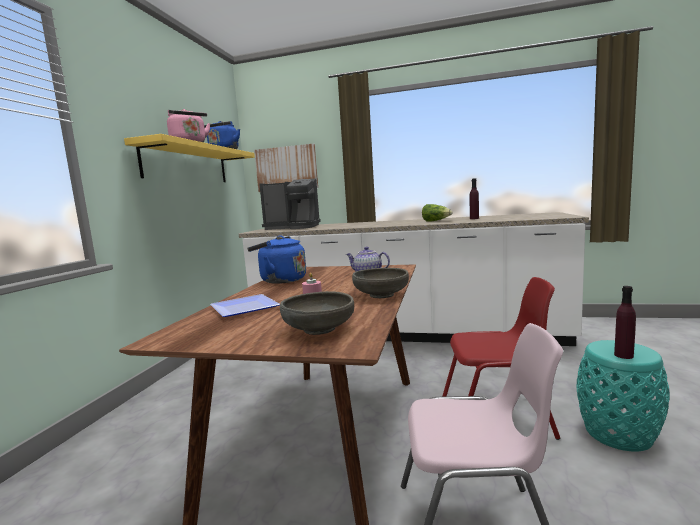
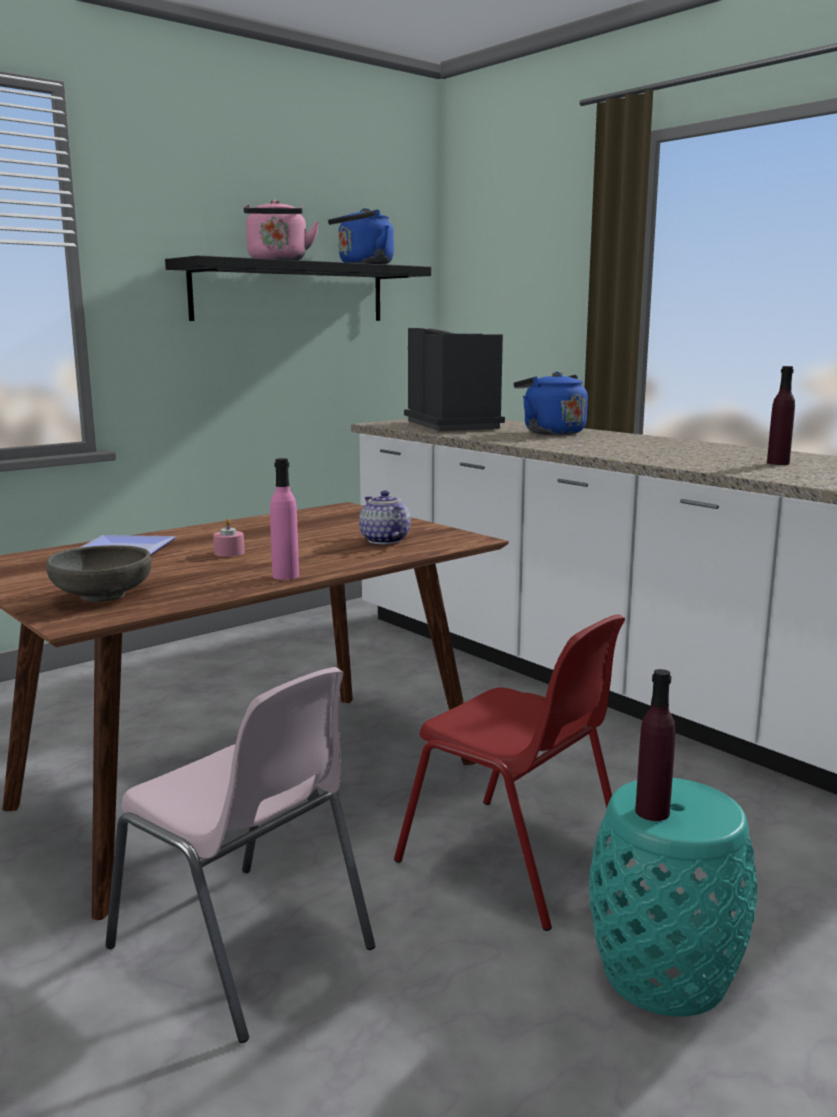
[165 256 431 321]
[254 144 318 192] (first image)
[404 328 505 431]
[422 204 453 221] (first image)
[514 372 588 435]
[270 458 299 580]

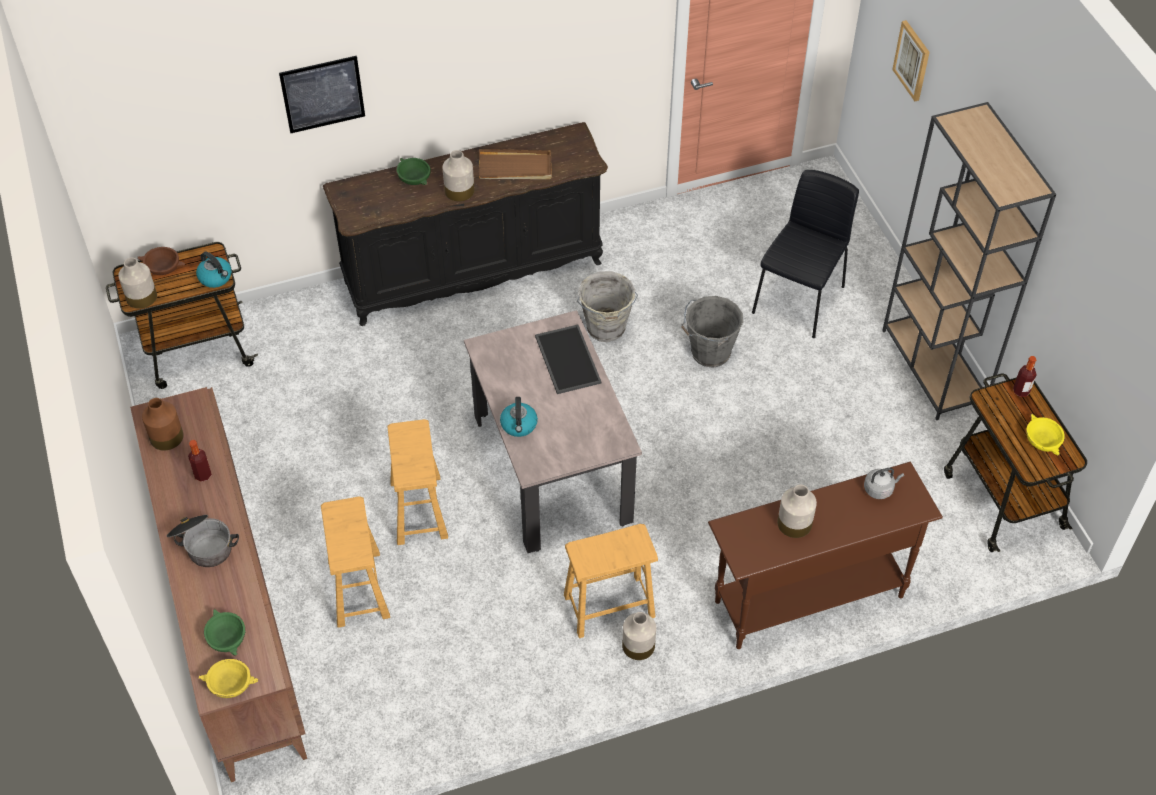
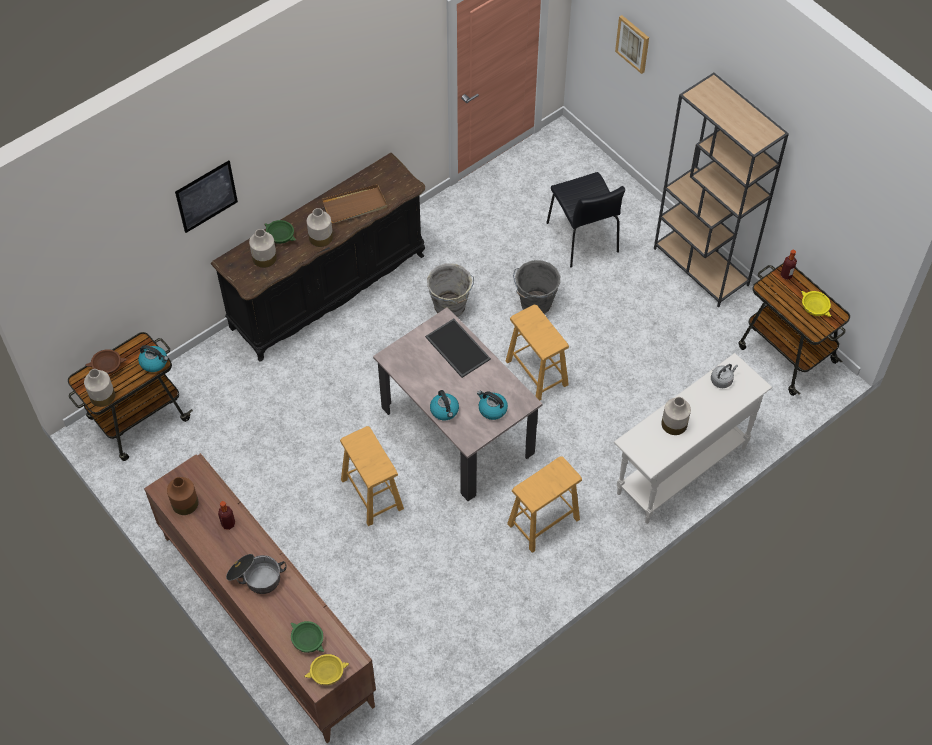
[546 172 625 268]
[614 353 772 524]
[506 305 569 401]
[249 229 277 268]
[477 391 508 420]

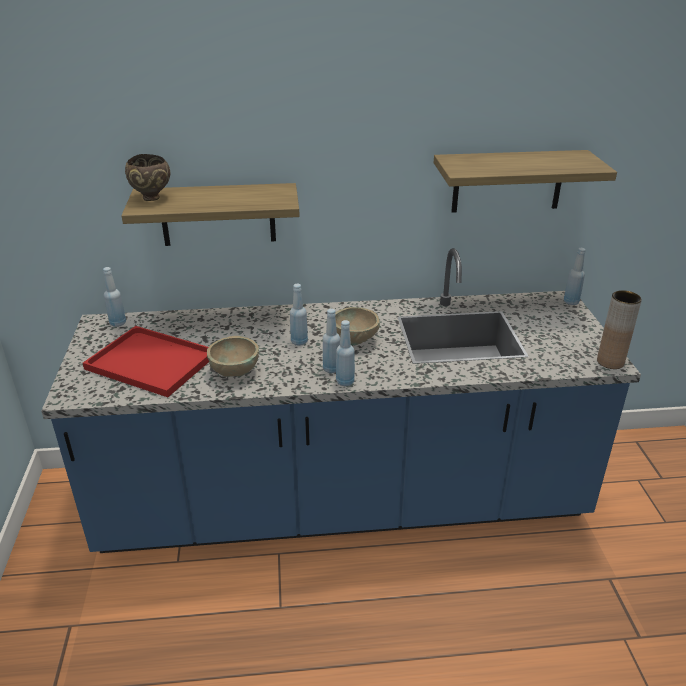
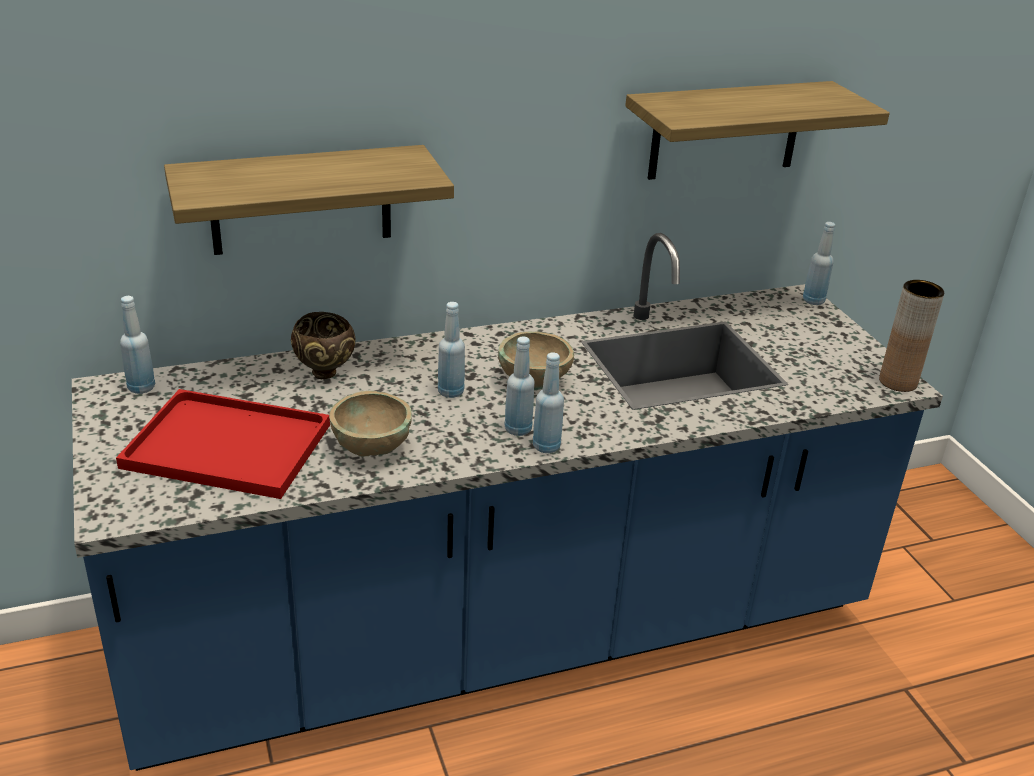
[291 312 355 379]

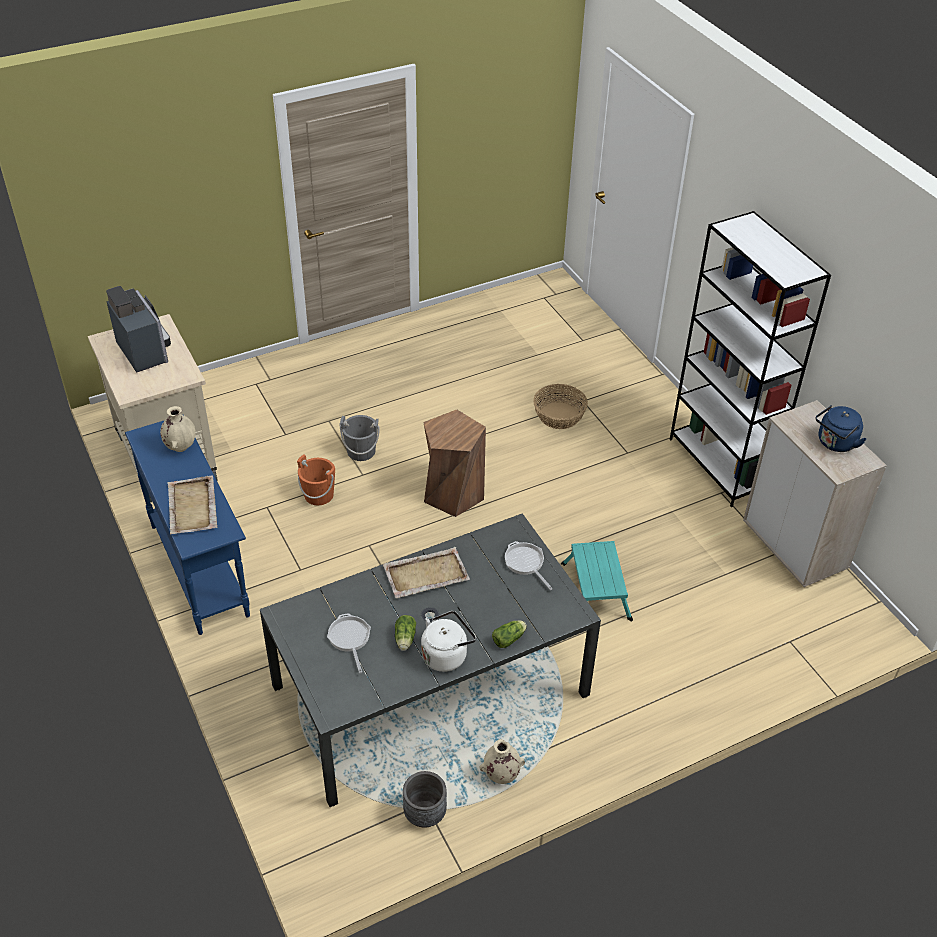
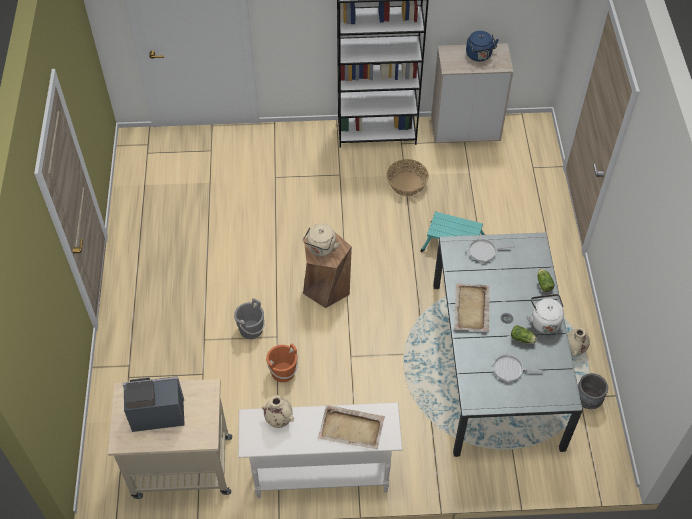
[387 159 429 196]
[238 402 402 498]
[303 223 341 256]

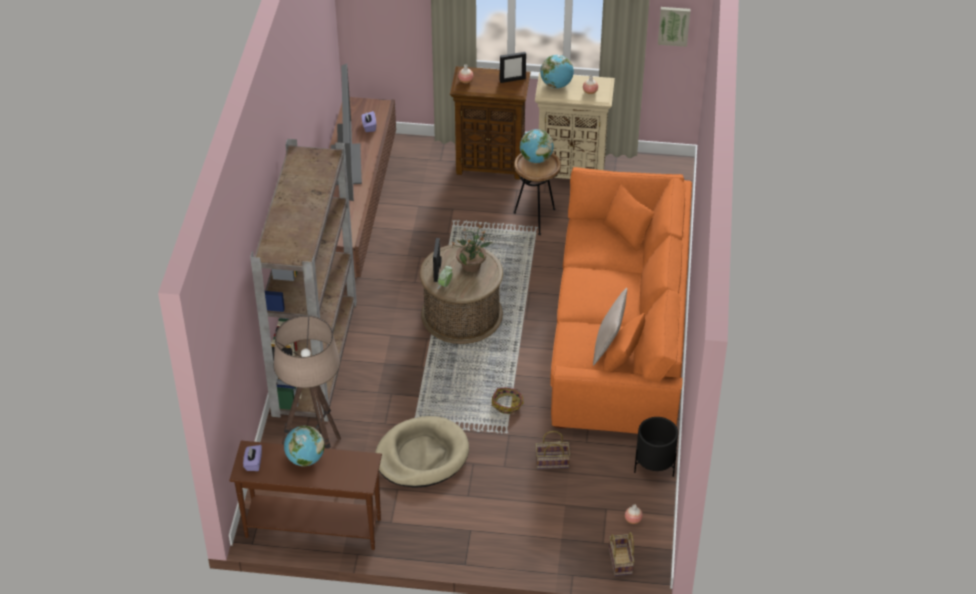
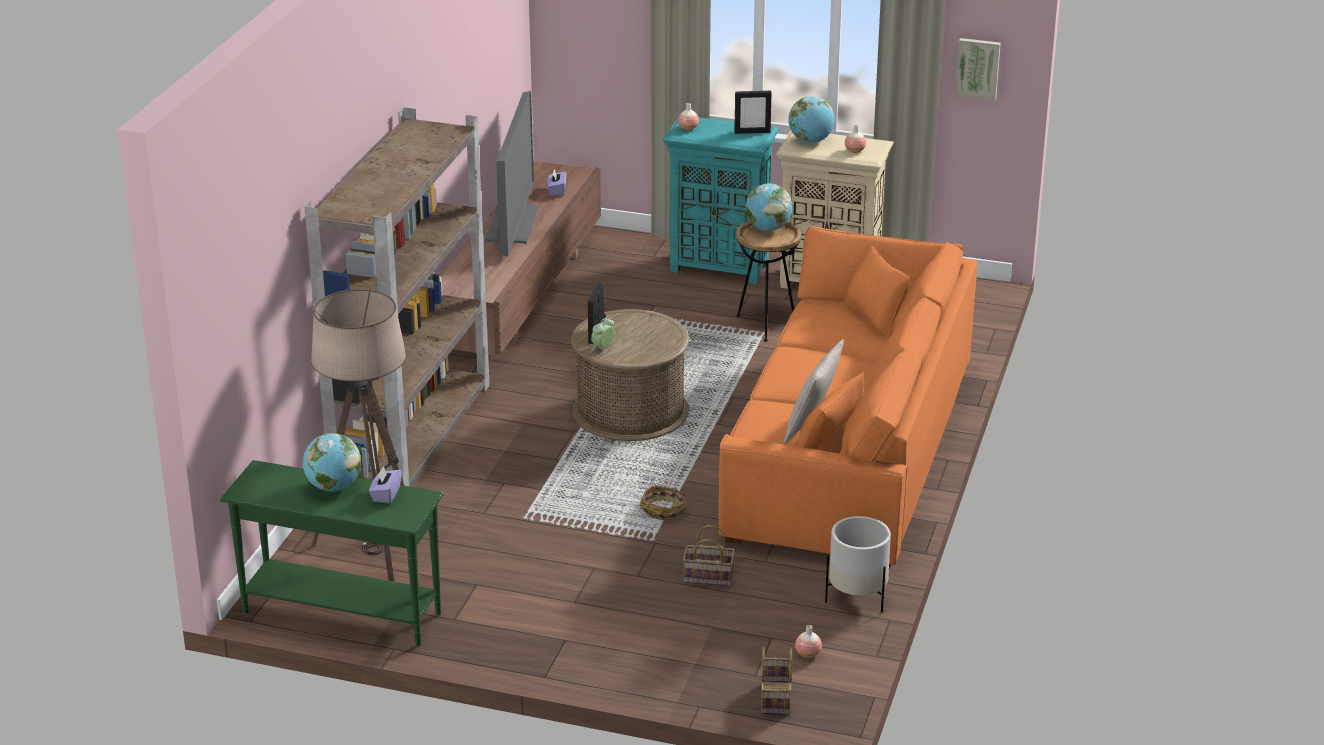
[663 118 780 284]
[451 226 492 273] (first image)
[375 416 469 488] (first image)
[825 516 891 613]
[220 460 443 647]
[369 466 402 504]

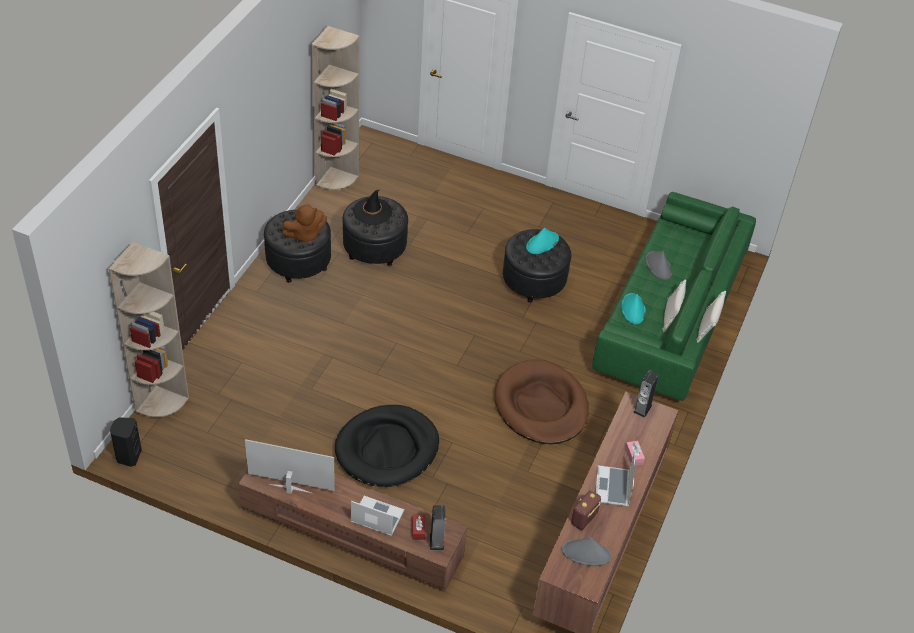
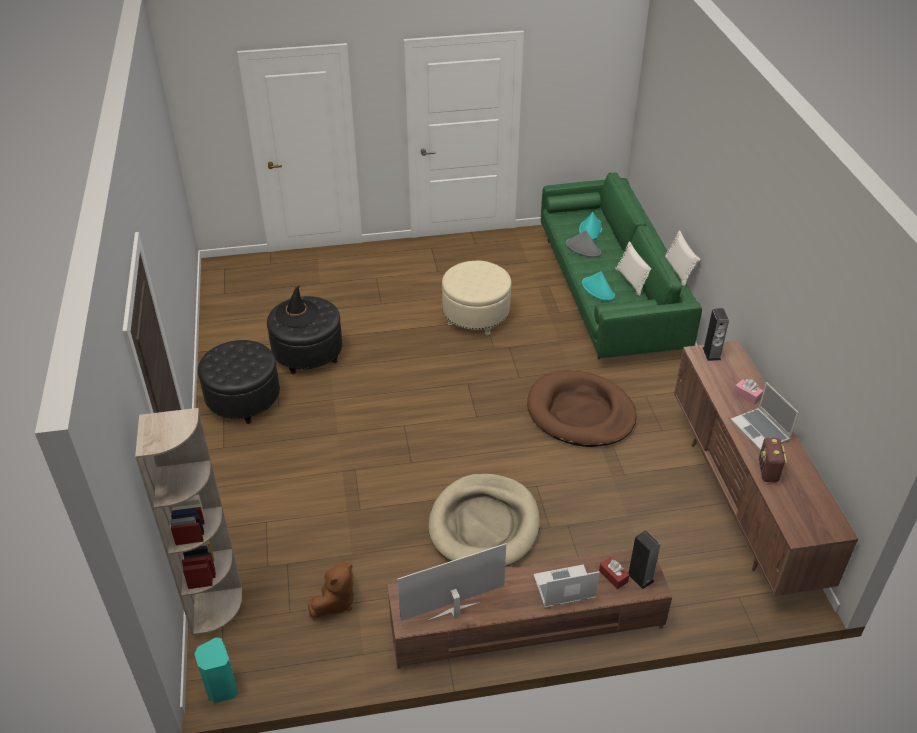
[311 26 360 190] (first image)
[308 562 354 617]
[579 212 602 240]
[442 261 511 335]
[428 474 540 567]
[195 637 238 703]
[562 537 612 566] (first image)

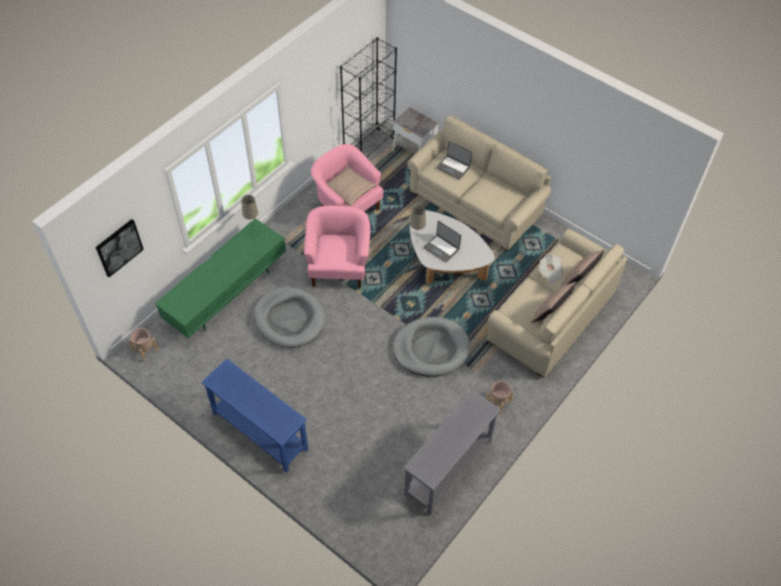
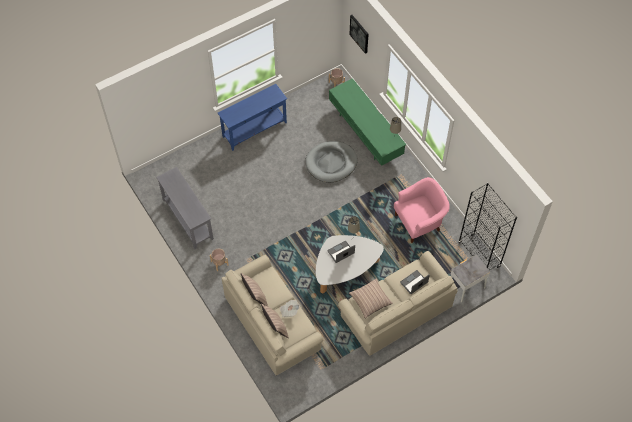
[349 278 393 319]
[304 206 370 289] (first image)
[393 317 470 377] (first image)

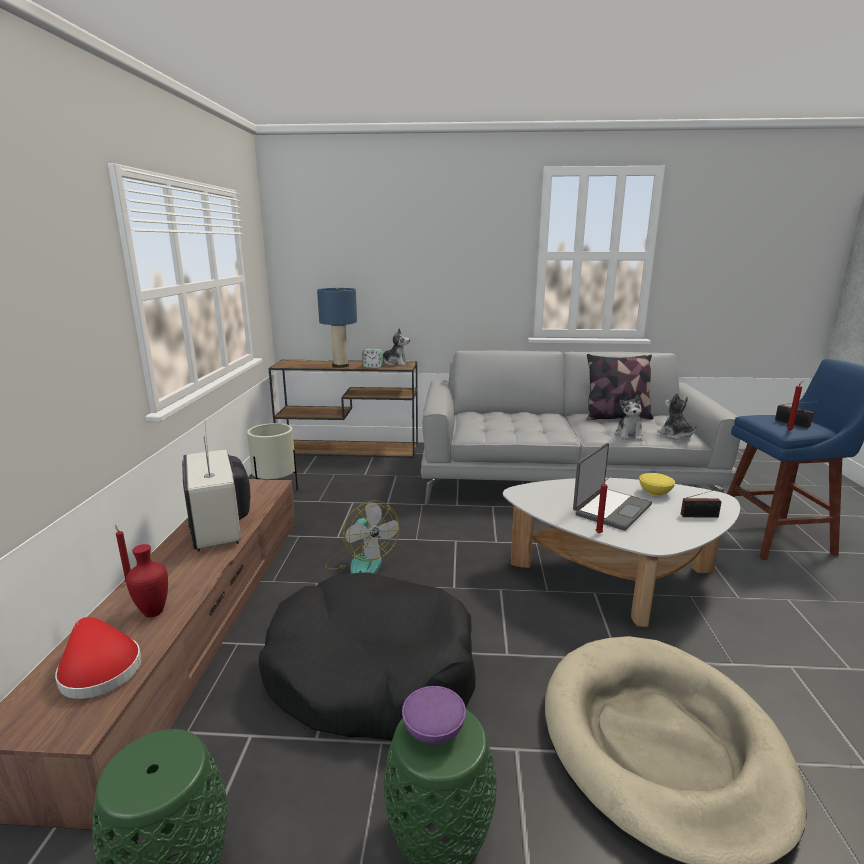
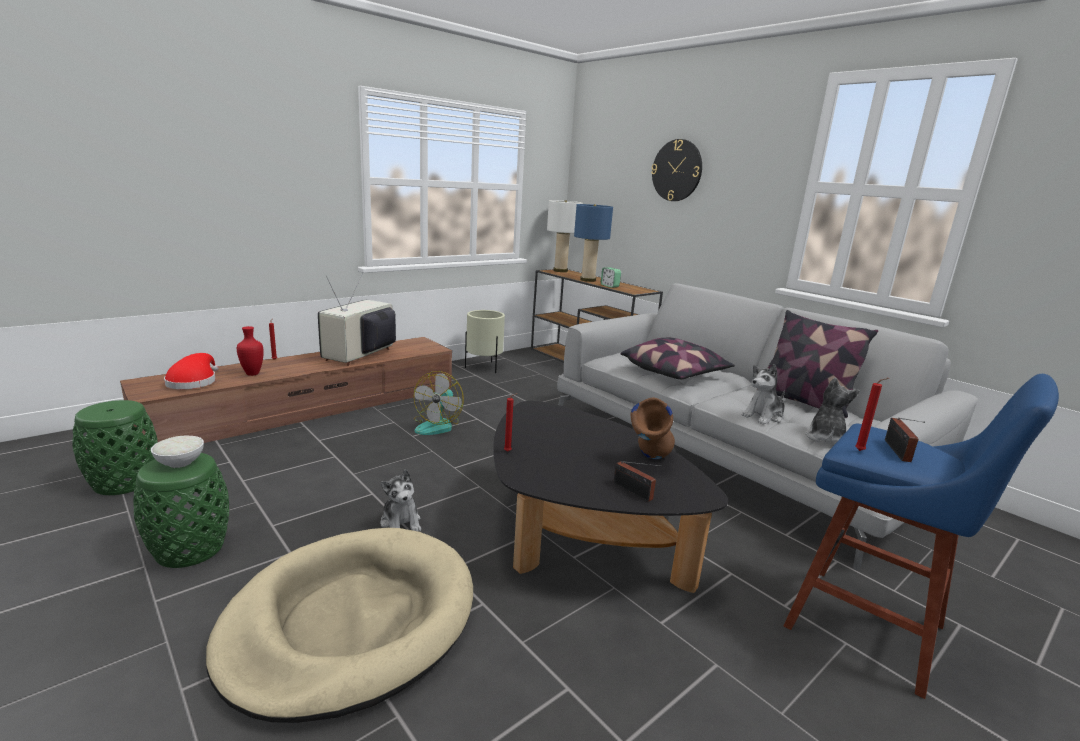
[380 469 421 531]
[573 443 652 531] (first image)
[630 397 675 459]
[493 401 728 593]
[259 572 476 740] (first image)
[151 436 204 468]
[651 139 702 201]
[547 200 583 272]
[621 338 735 379]

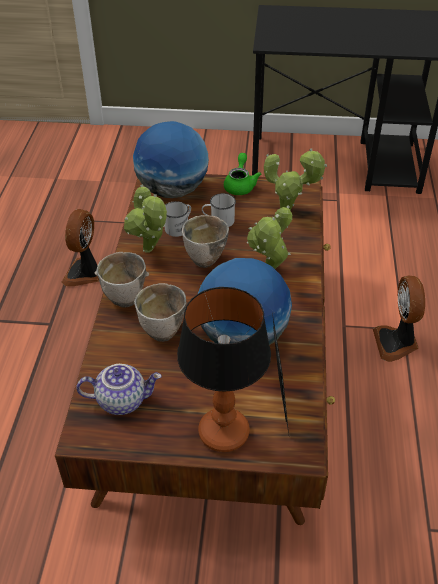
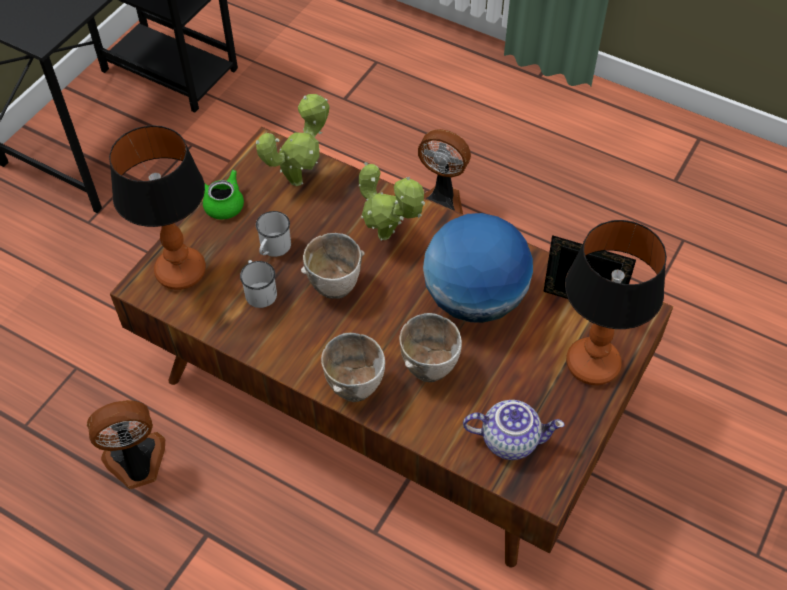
[109 125 206 290]
[124 185 167 252] (first image)
[87 400 165 489]
[463 400 564 460]

